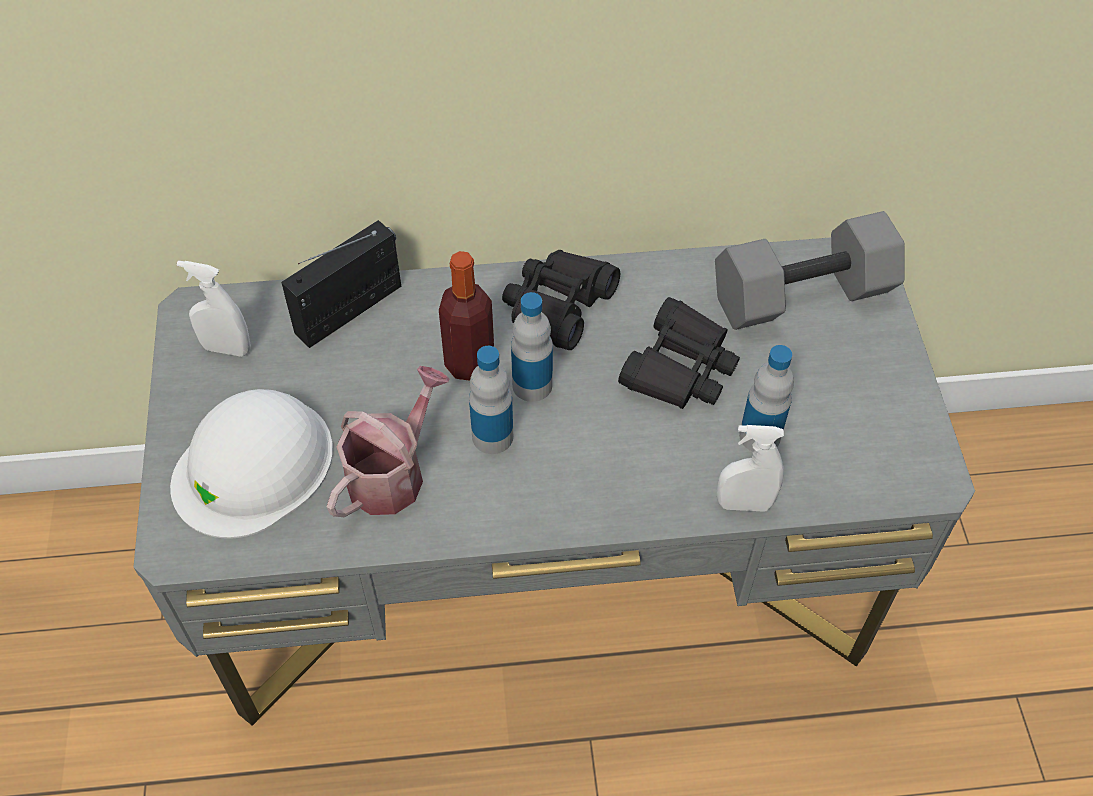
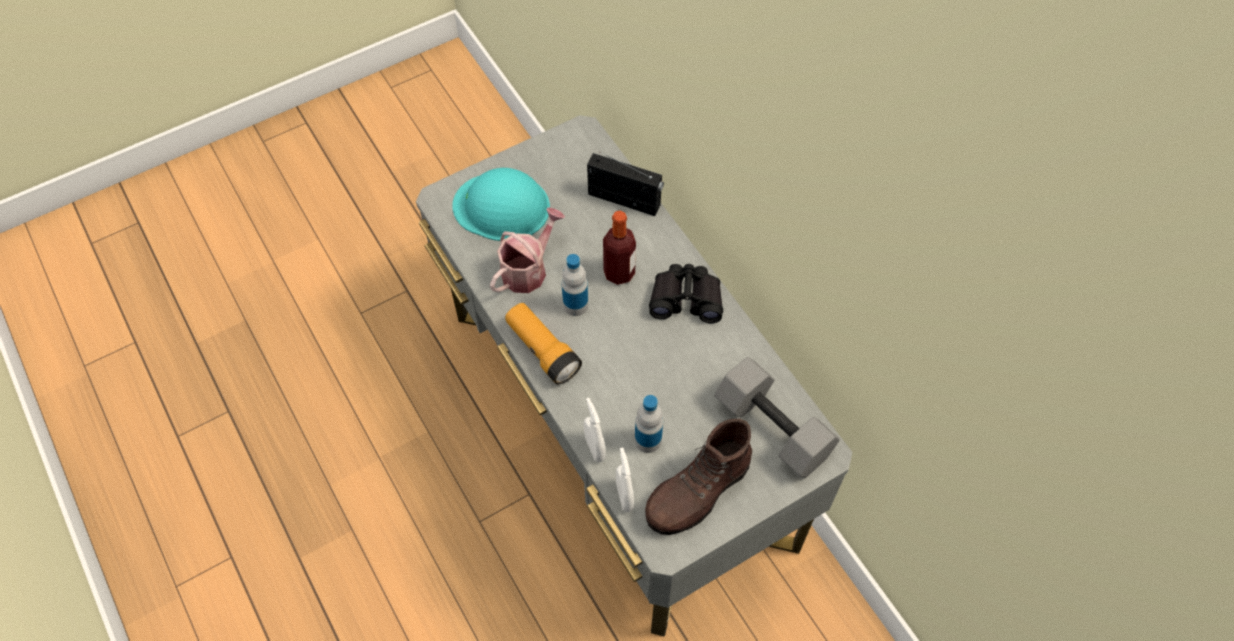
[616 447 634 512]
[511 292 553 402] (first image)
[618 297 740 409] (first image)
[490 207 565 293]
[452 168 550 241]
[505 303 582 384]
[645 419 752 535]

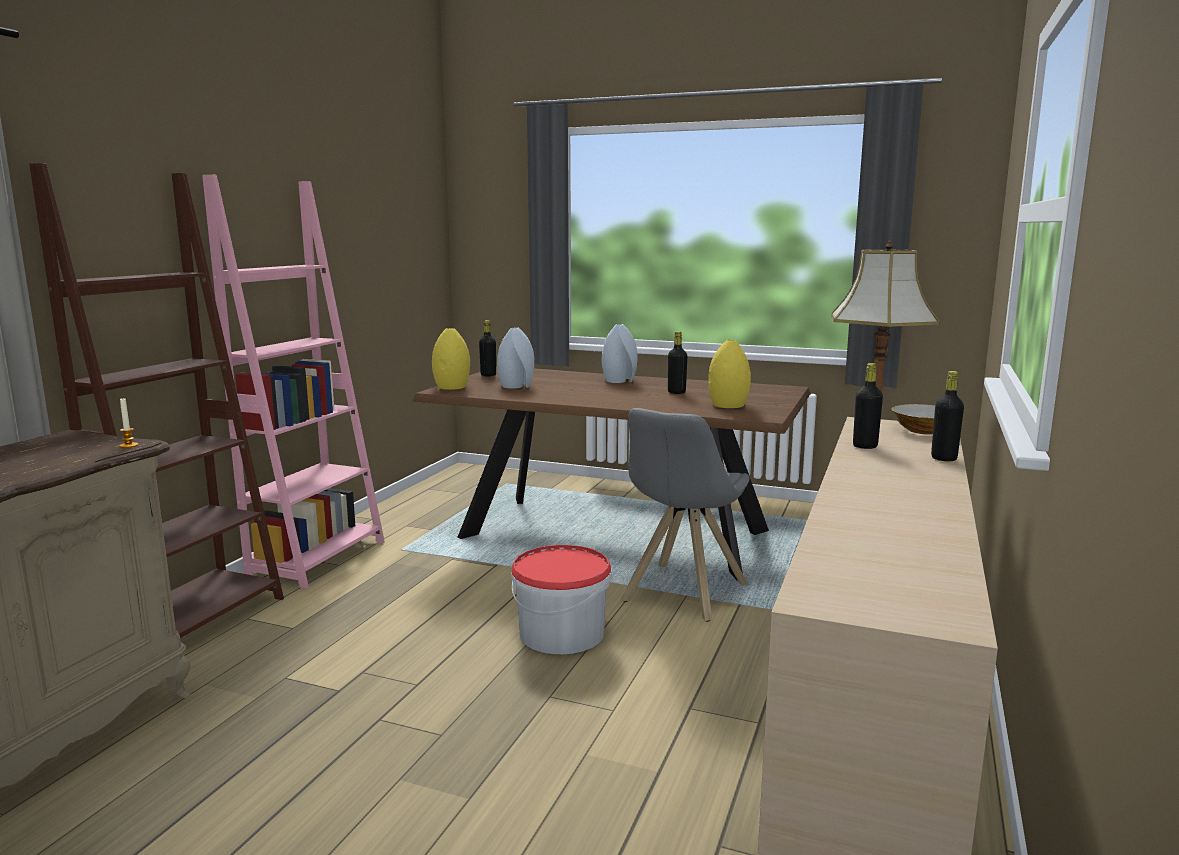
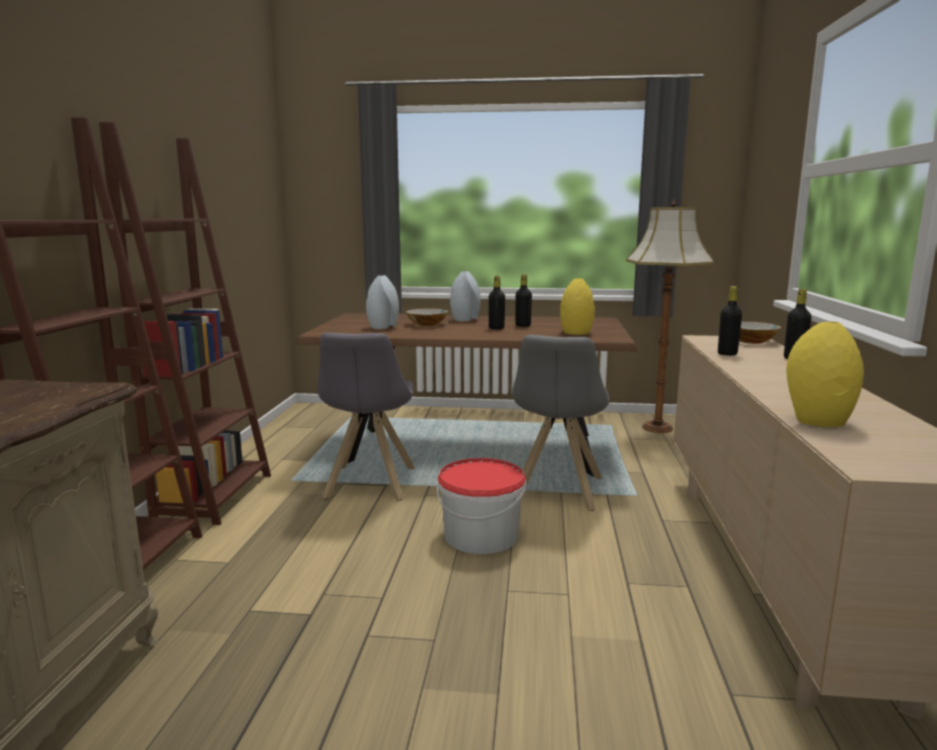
[99 122 271 525]
[489 276 505 330]
[787 322 864 427]
[119 397 139 448] (first image)
[406 308 448 326]
[317 333 415 501]

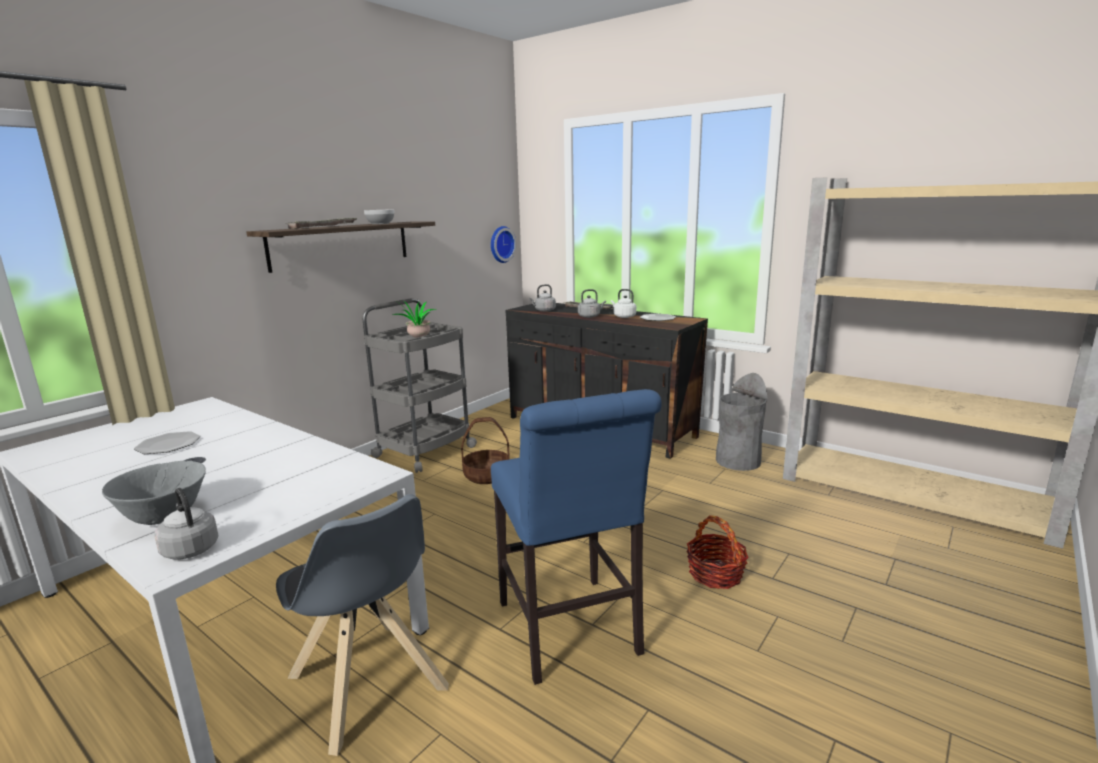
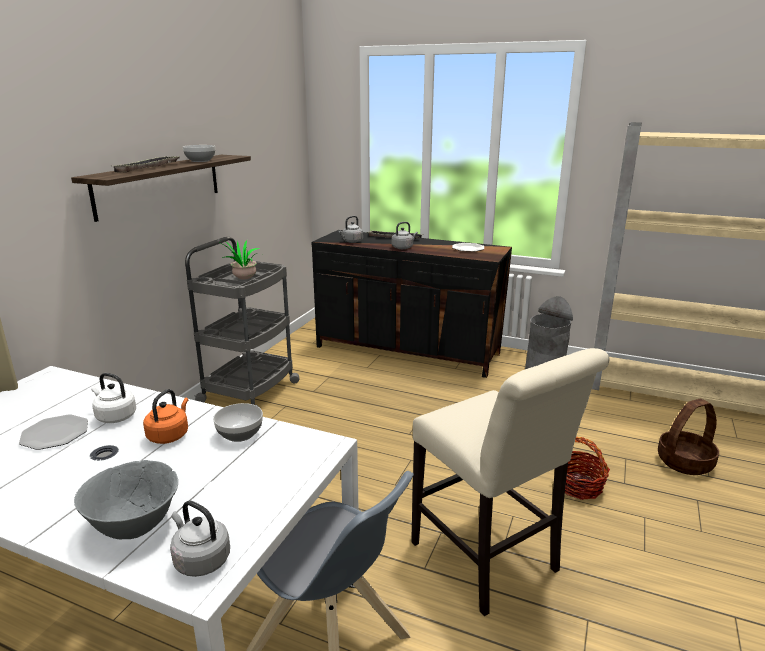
[491 226 517 263] (first image)
[91 373 136 423]
[411 348 609 616]
[658 399 719 475]
[143 389 188 444]
[213 403 263 442]

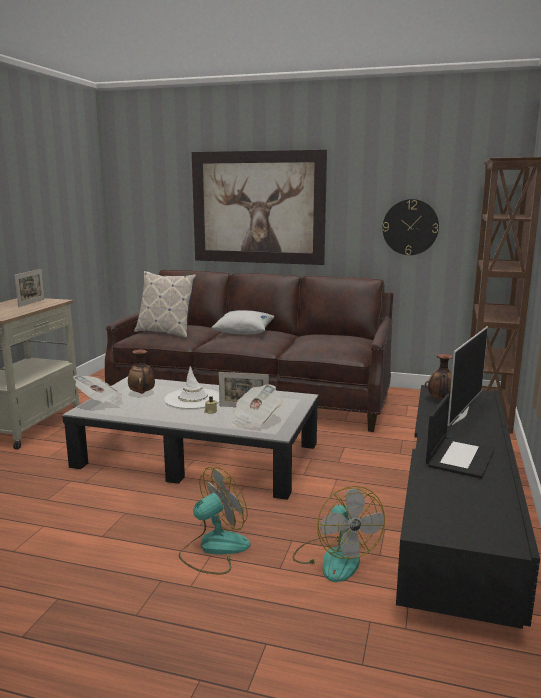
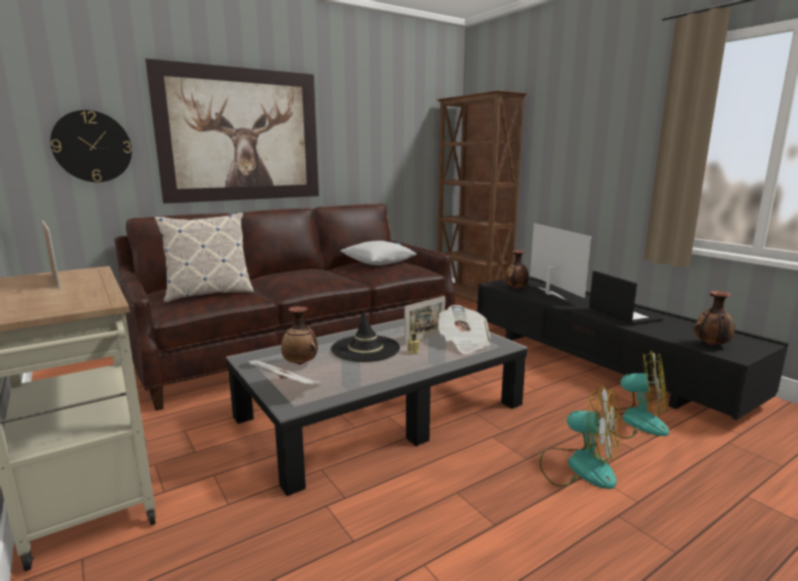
[50 110 132 182]
[340 241 417 265]
[331 310 400 362]
[539 385 620 489]
[693 291 735 346]

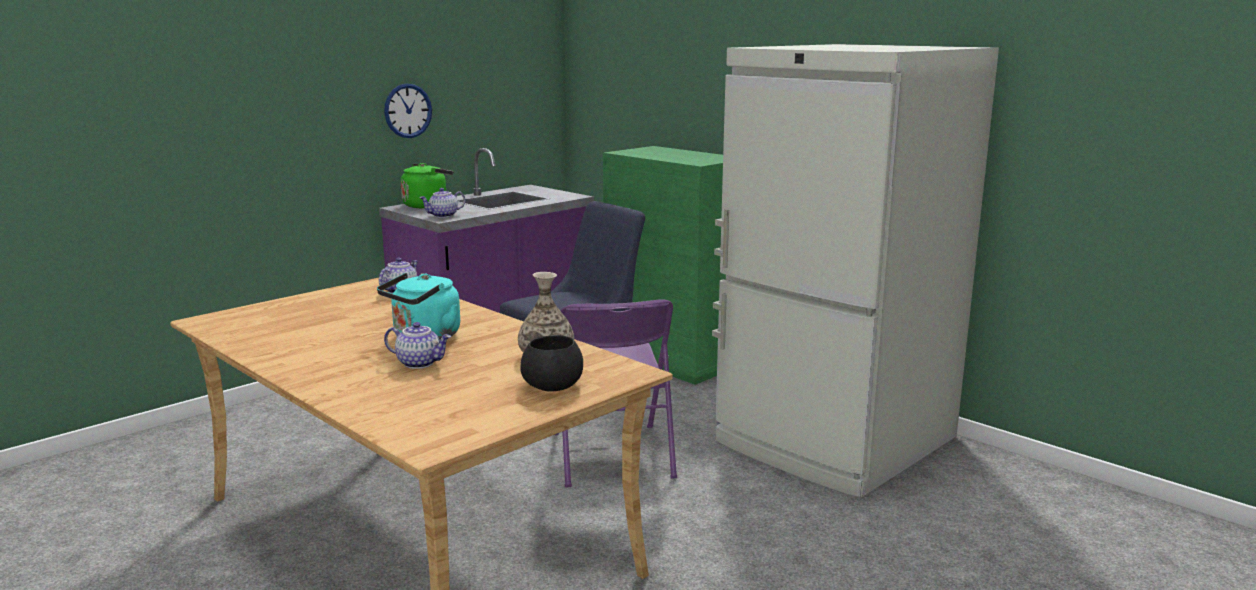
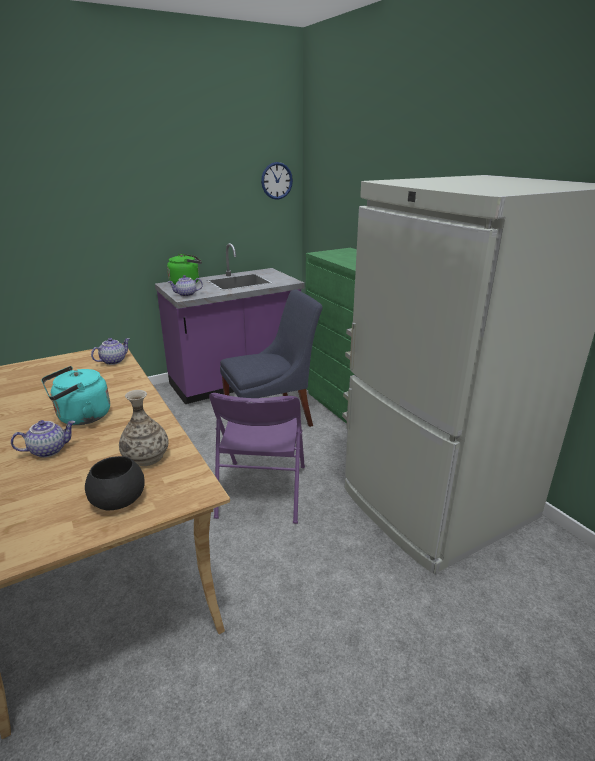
[261 162 293 200]
[11 420 75 458]

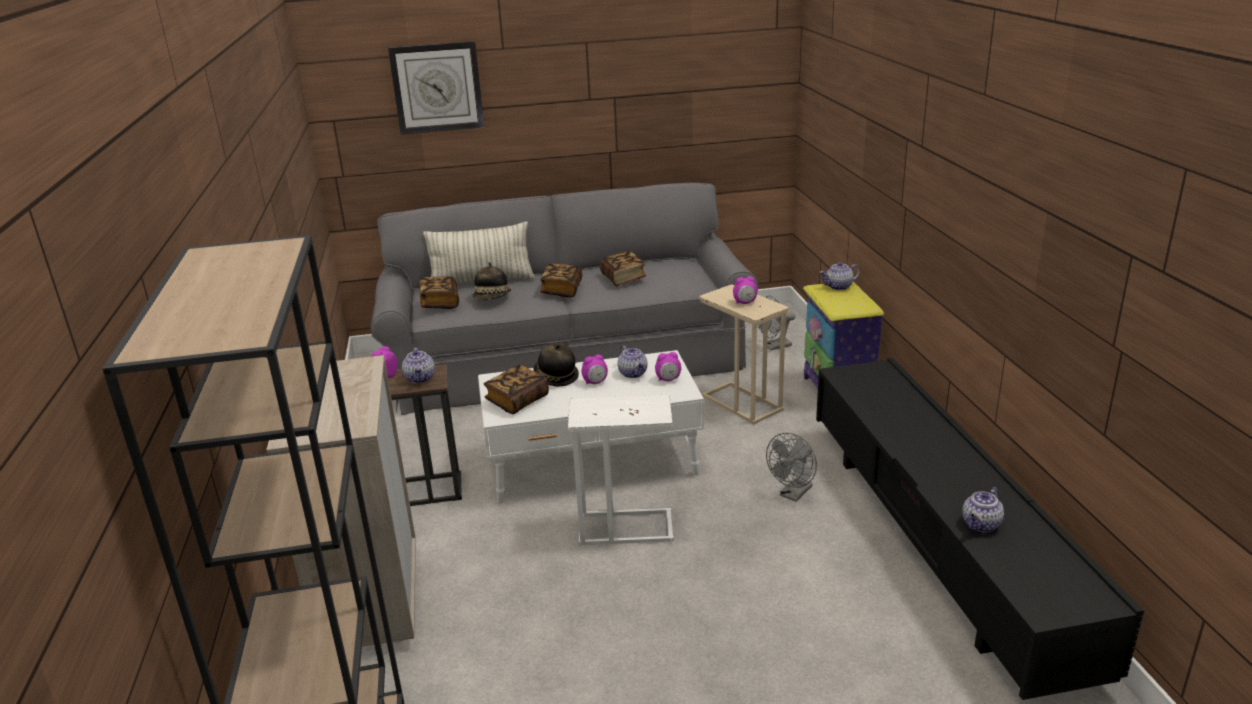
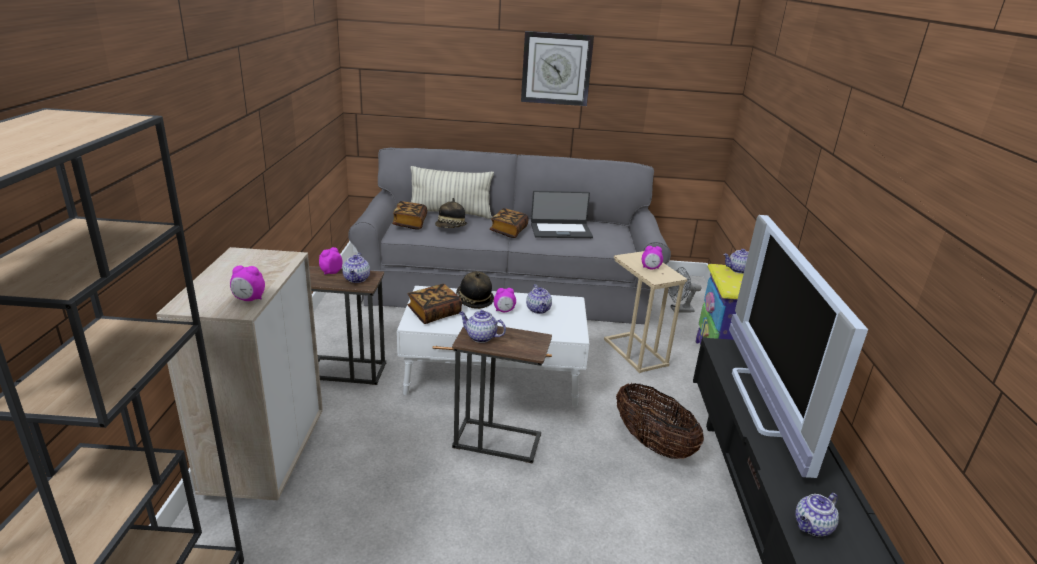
[521 31 594 106]
[531 191 593 238]
[230 265 265 301]
[452 326 552 464]
[616 383 704 459]
[729 215 868 478]
[459 310 506 343]

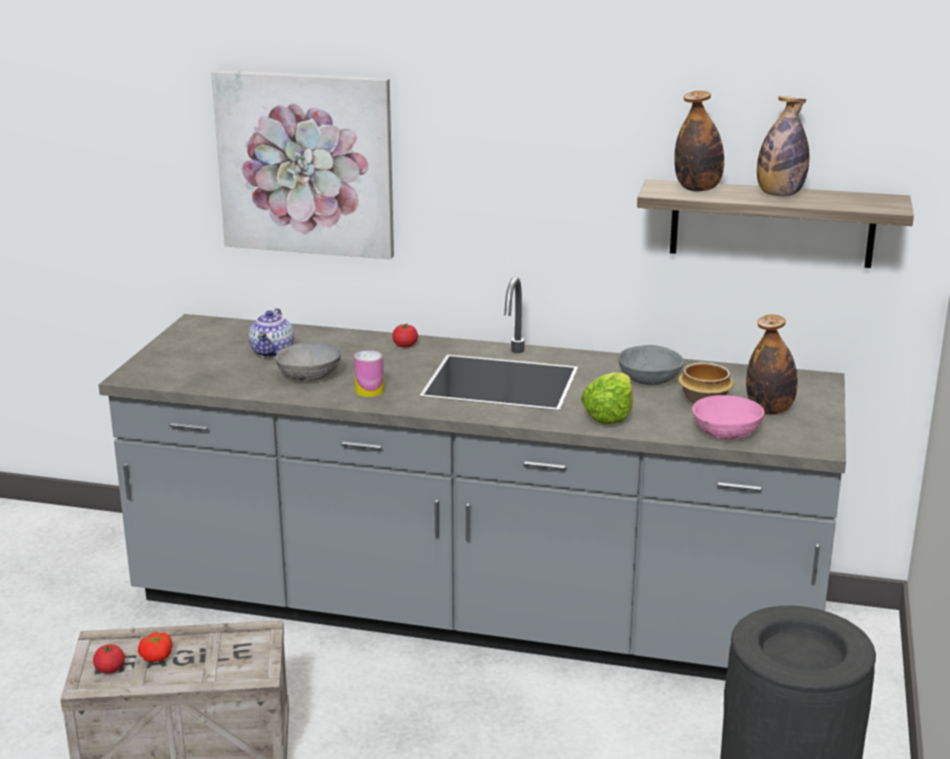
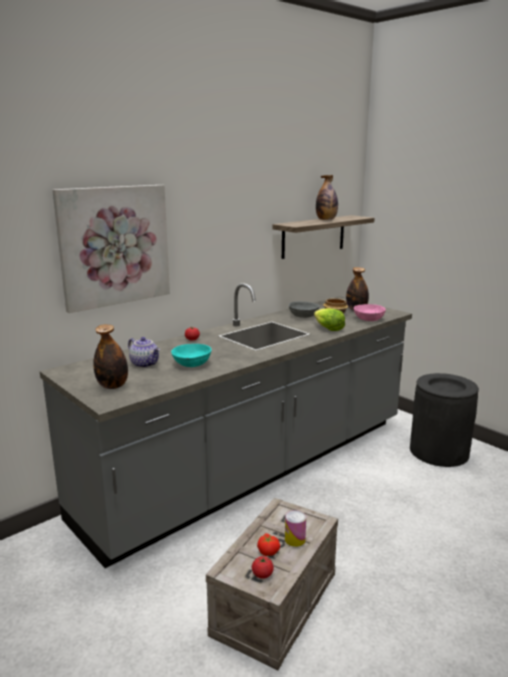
[93 324 128 389]
[171 344 212 367]
[285 510 306 547]

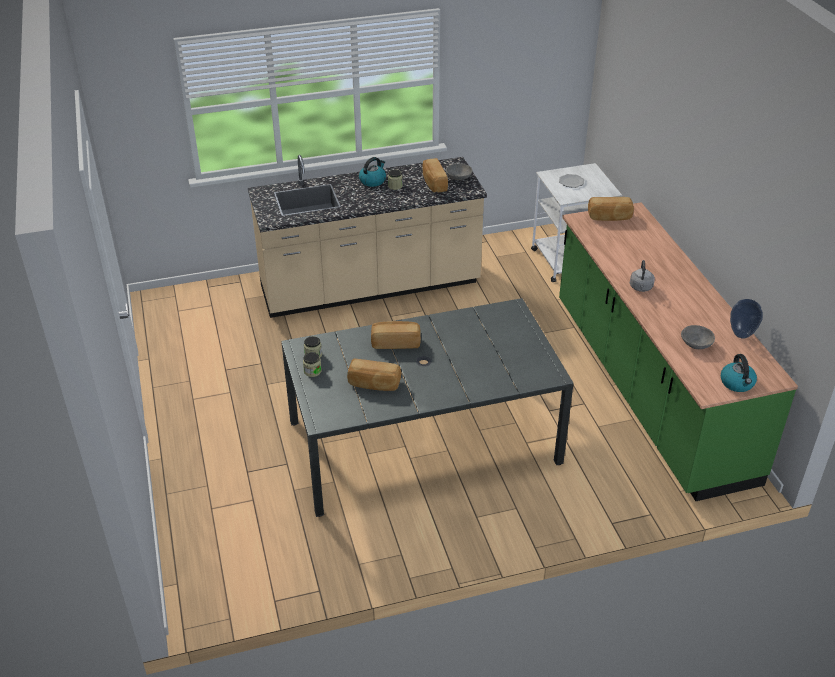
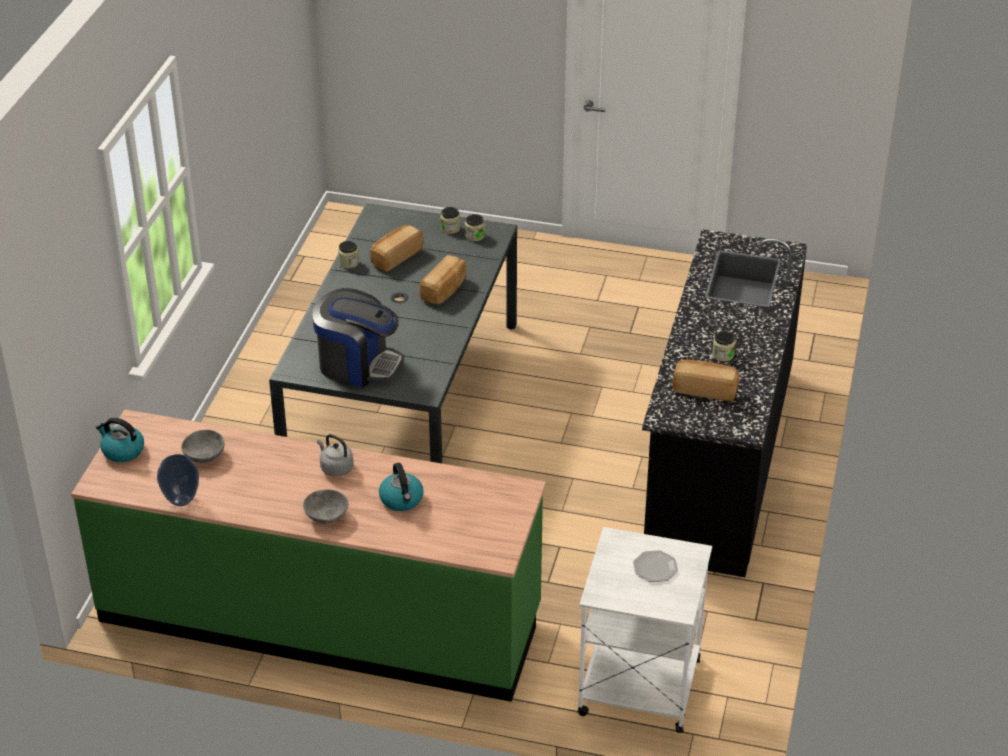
[642 229 807 577]
[379 463 424 511]
[303 489 348 524]
[588 197 634 221] (first image)
[338 241 359 269]
[313 288 404 388]

